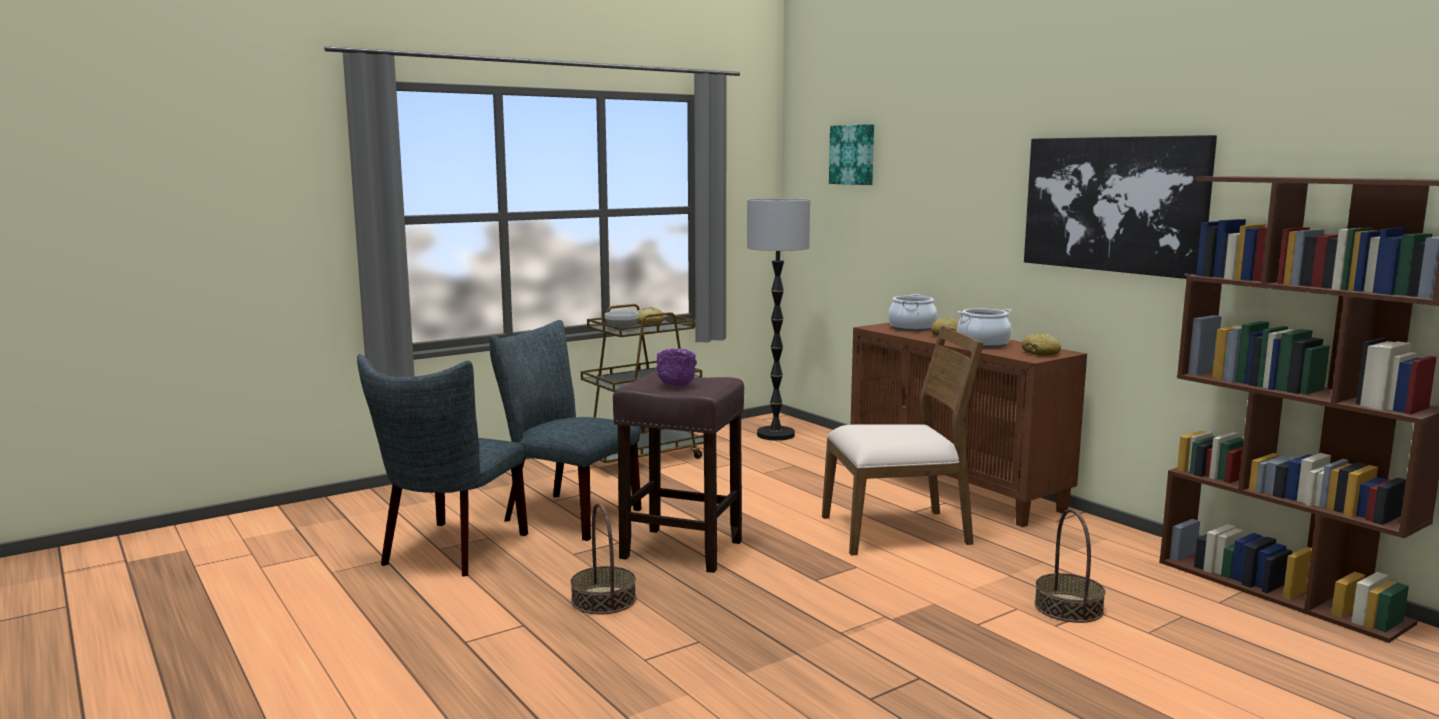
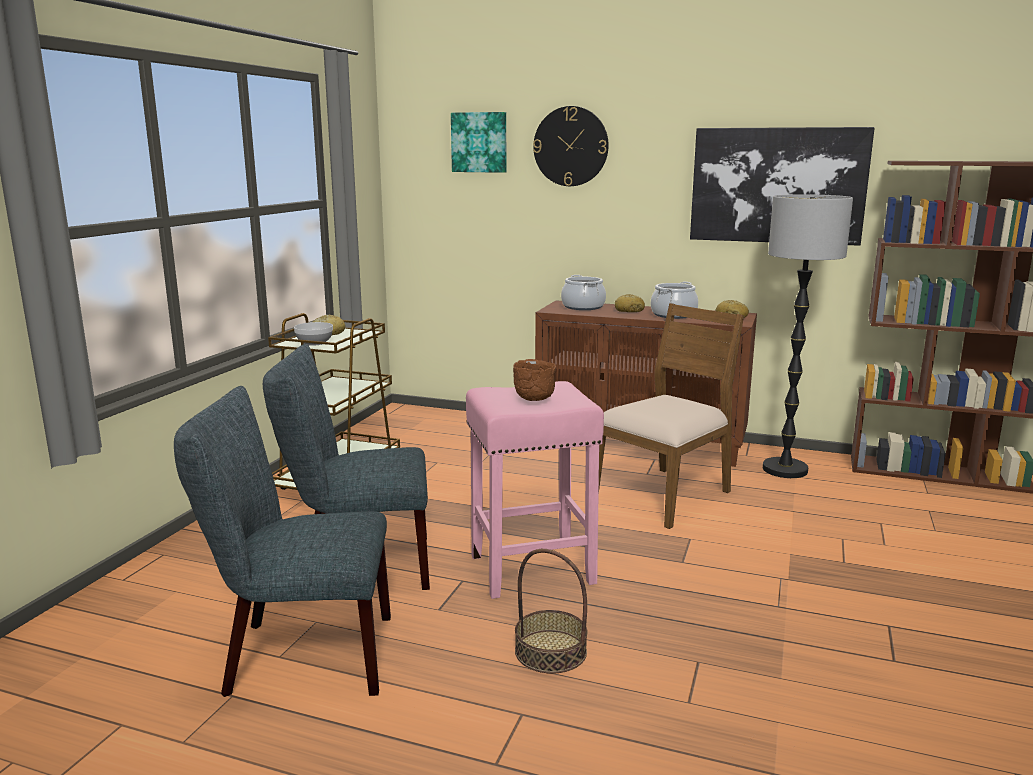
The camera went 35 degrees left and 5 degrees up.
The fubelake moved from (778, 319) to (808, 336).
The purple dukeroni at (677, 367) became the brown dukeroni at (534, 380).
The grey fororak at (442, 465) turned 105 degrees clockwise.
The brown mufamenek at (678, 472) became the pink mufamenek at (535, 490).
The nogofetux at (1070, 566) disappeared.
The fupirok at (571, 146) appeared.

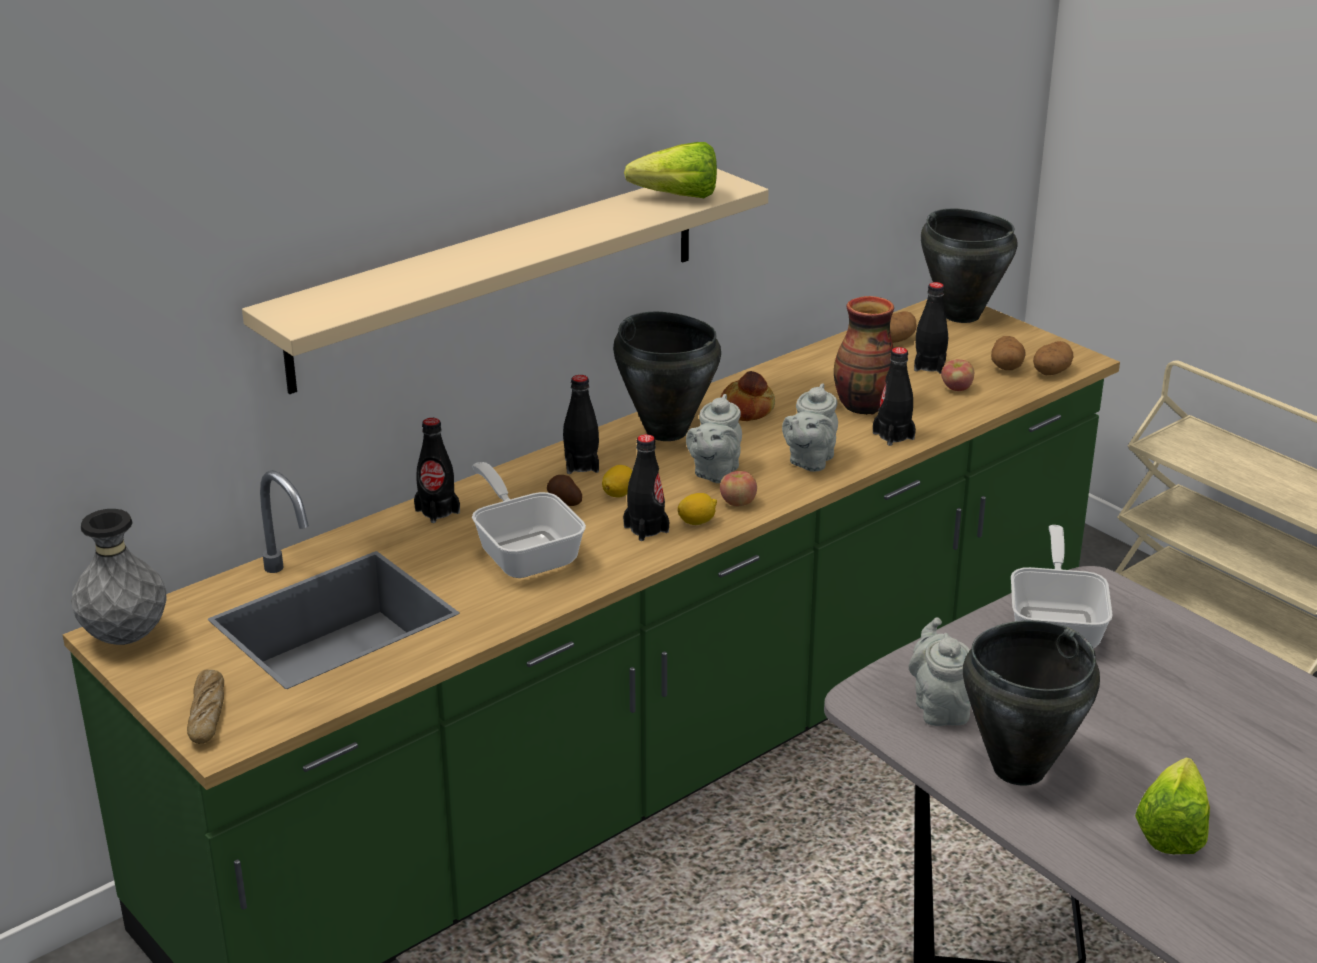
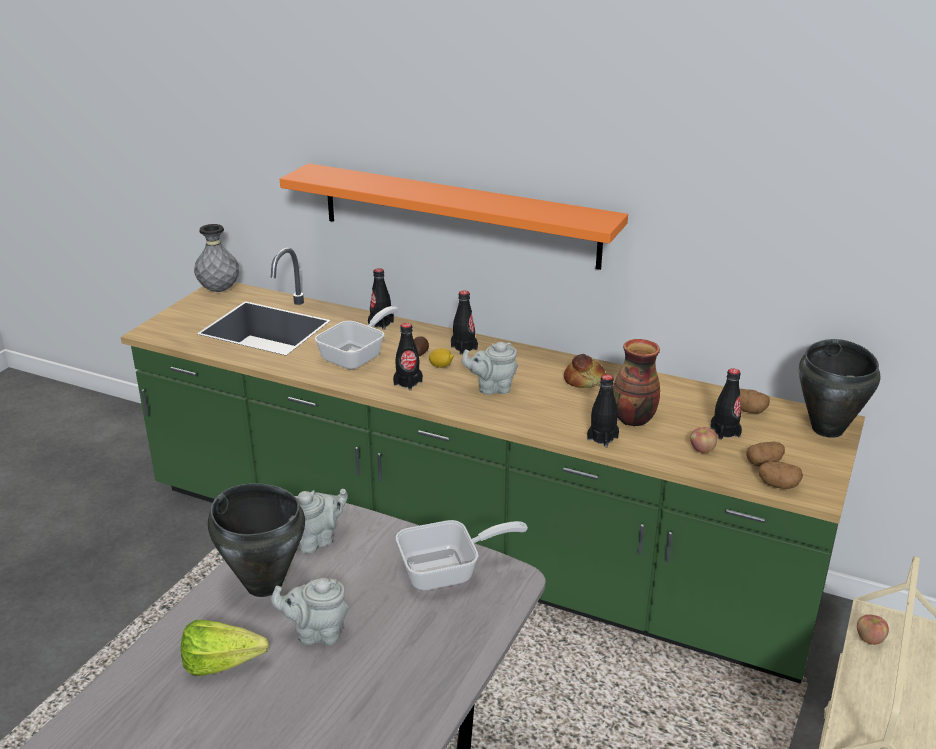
The camera went 65 degrees right and 0 degrees up.
The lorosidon at (670, 170) disappeared.
The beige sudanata at (505, 281) became the orange sudanata at (454, 216).
The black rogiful at (667, 376) disappeared.
The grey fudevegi moved from (810, 427) to (310, 611).
The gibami moved from (738, 488) to (873, 629).
The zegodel at (697, 509) disappeared.
The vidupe at (205, 706) disappeared.

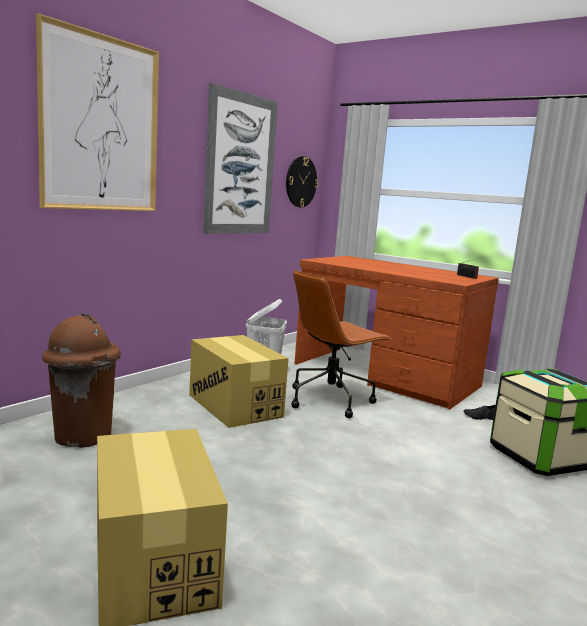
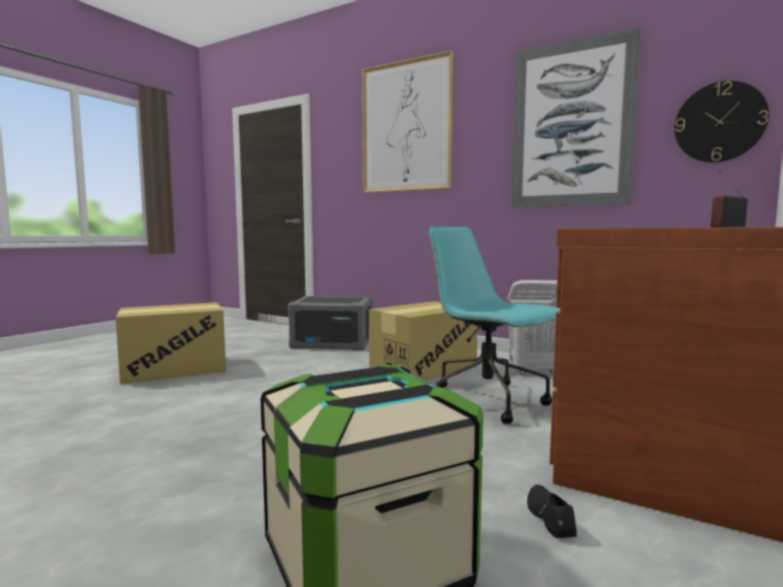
The camera went 85 degrees right and 5 degrees down.
The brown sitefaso at (341, 344) became the turquoise sitefaso at (494, 325).
The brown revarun at (81, 381) was replaced by the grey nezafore at (330, 323).

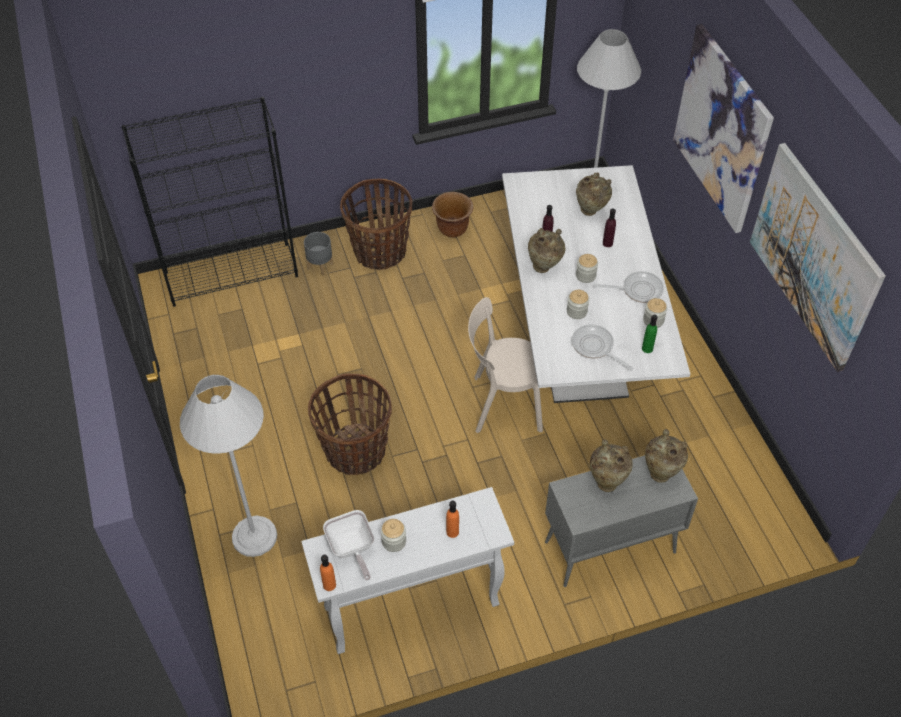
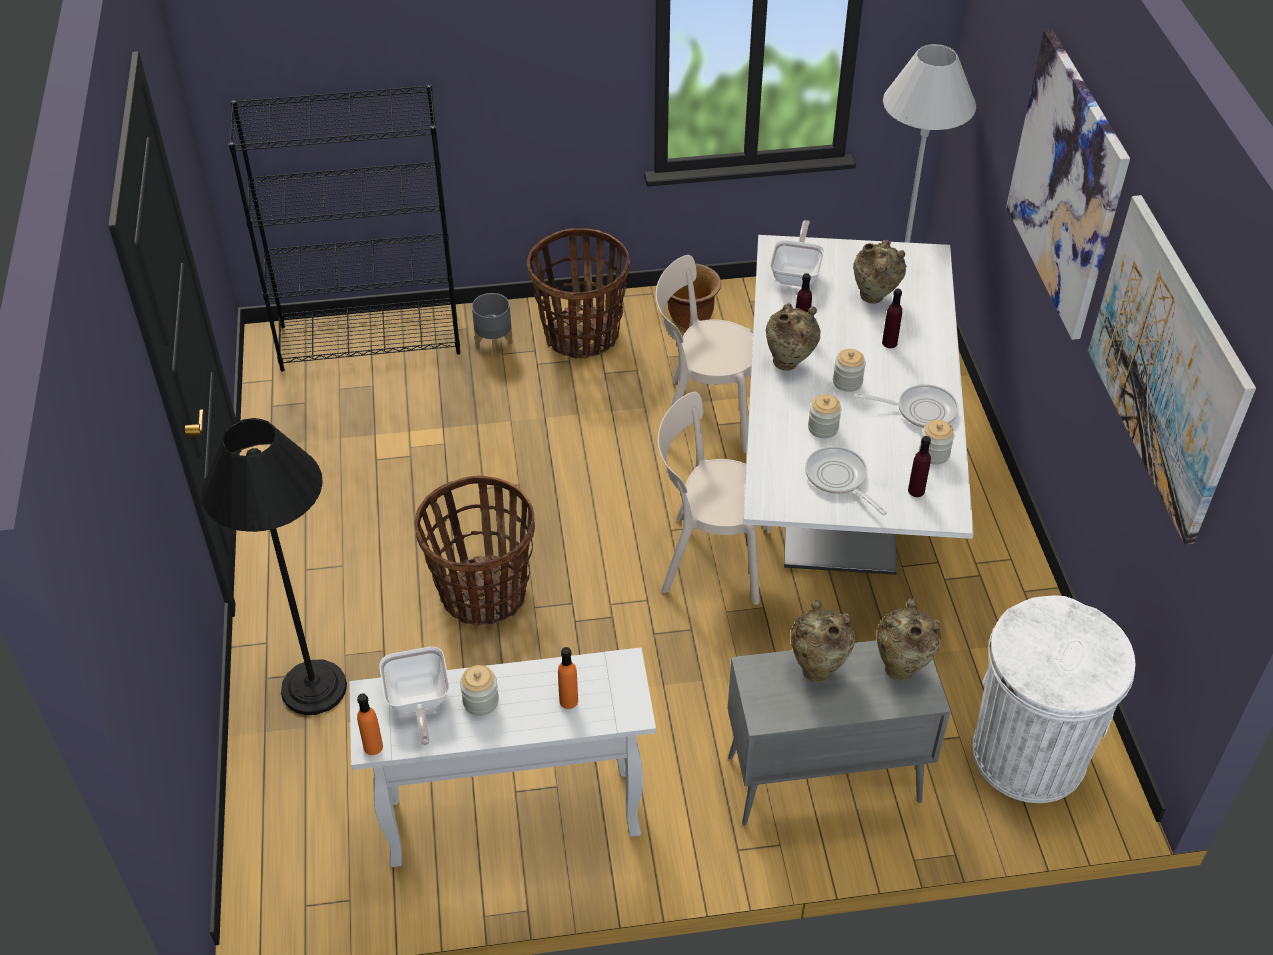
The camera went 10 degrees right and 5 degrees down.
The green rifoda at (650, 333) became the purple rifoda at (919, 466).
The white fubelake at (228, 466) became the black fubelake at (274, 566).
The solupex at (797, 253) appeared.
The beige fororak at (704, 354) appeared.
The white revarun at (1054, 699) appeared.

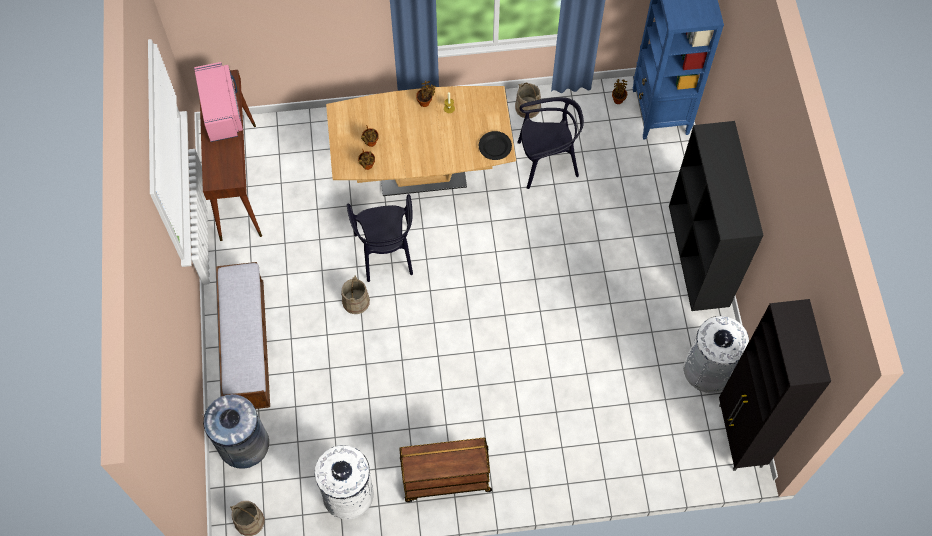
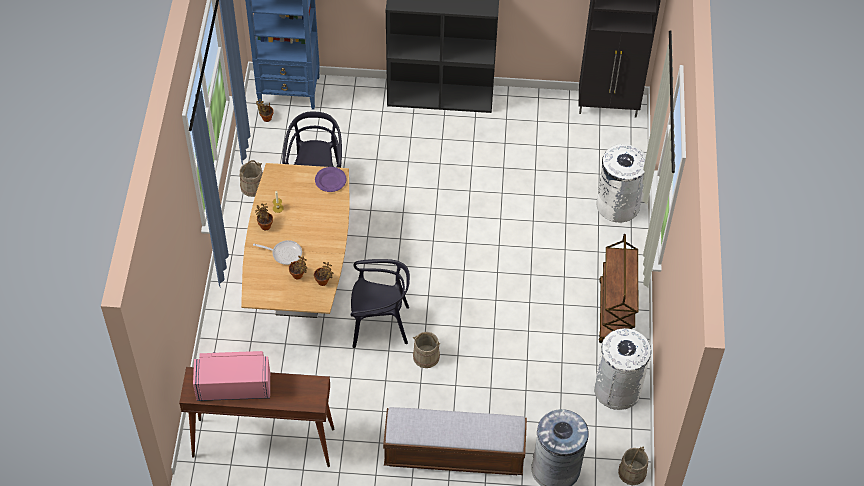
The camera went 80 degrees left and 10 degrees down.
The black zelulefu at (495, 145) became the purple zelulefu at (331, 179).
The white revarun moved from (716, 354) to (621, 183).
The solupex at (277, 252) appeared.

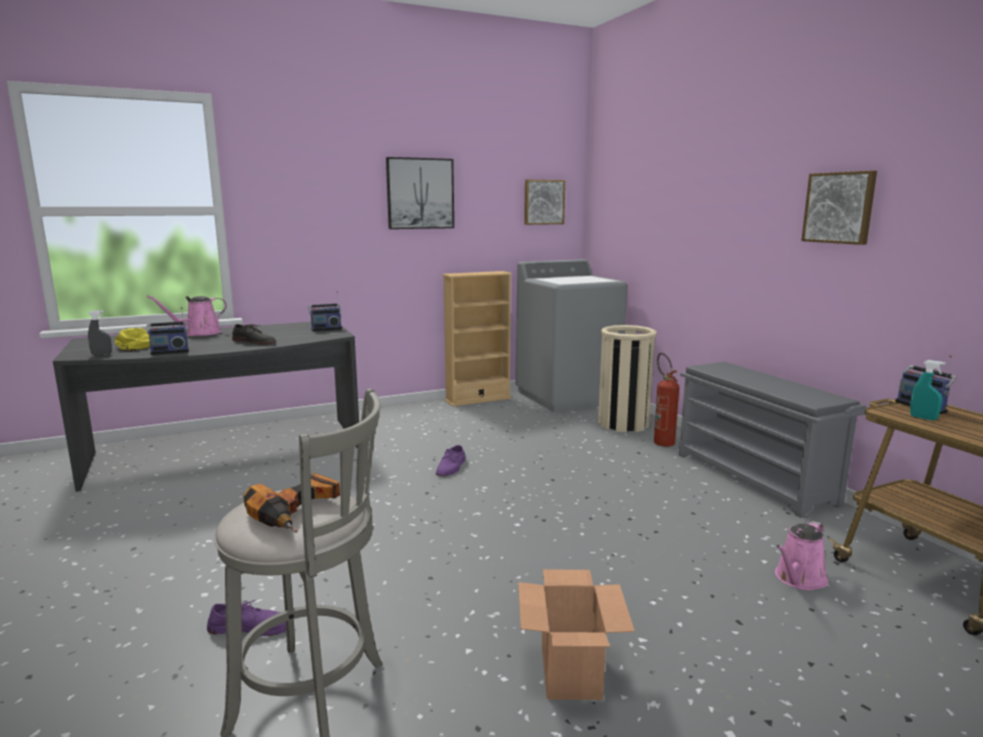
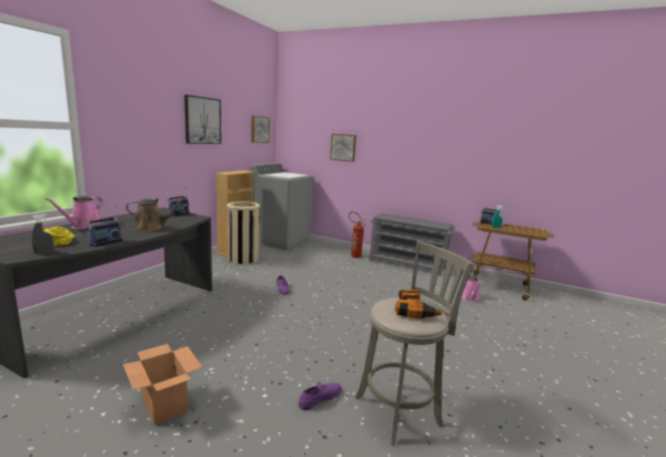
The camera went 40 degrees left and 0 degrees up.
The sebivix moved from (839, 208) to (343, 148).
The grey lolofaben at (254, 334) was replaced by the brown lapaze at (156, 213).
The beige revarun moved from (627, 379) to (243, 233).
The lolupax moved from (576, 635) to (162, 384).

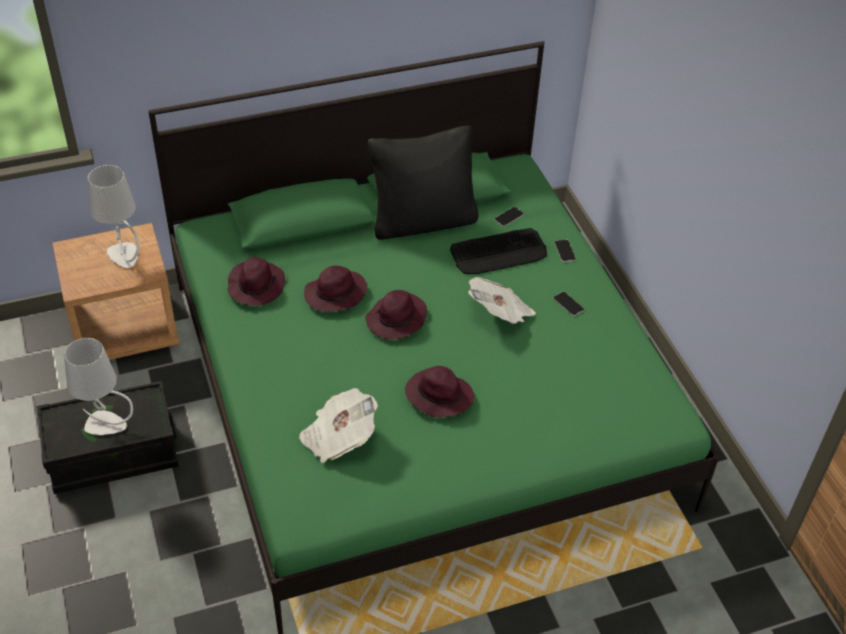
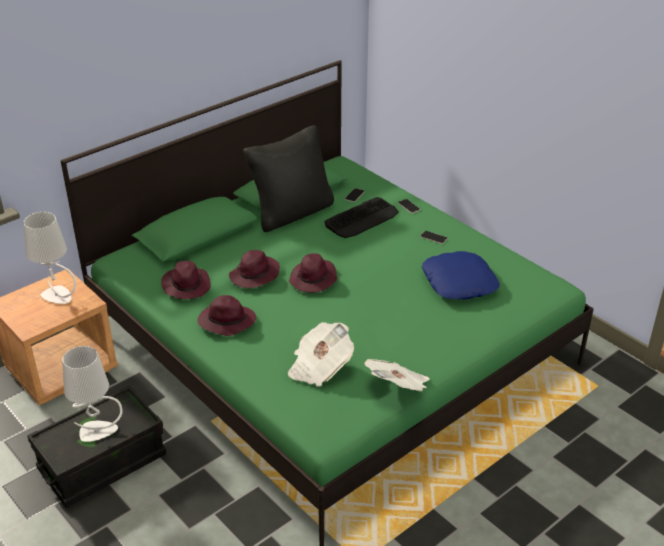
The camera went 20 degrees left and 10 degrees down.
The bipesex moved from (502, 300) to (397, 375).
The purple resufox moved from (439, 392) to (226, 315).
The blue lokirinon at (461, 275) appeared.

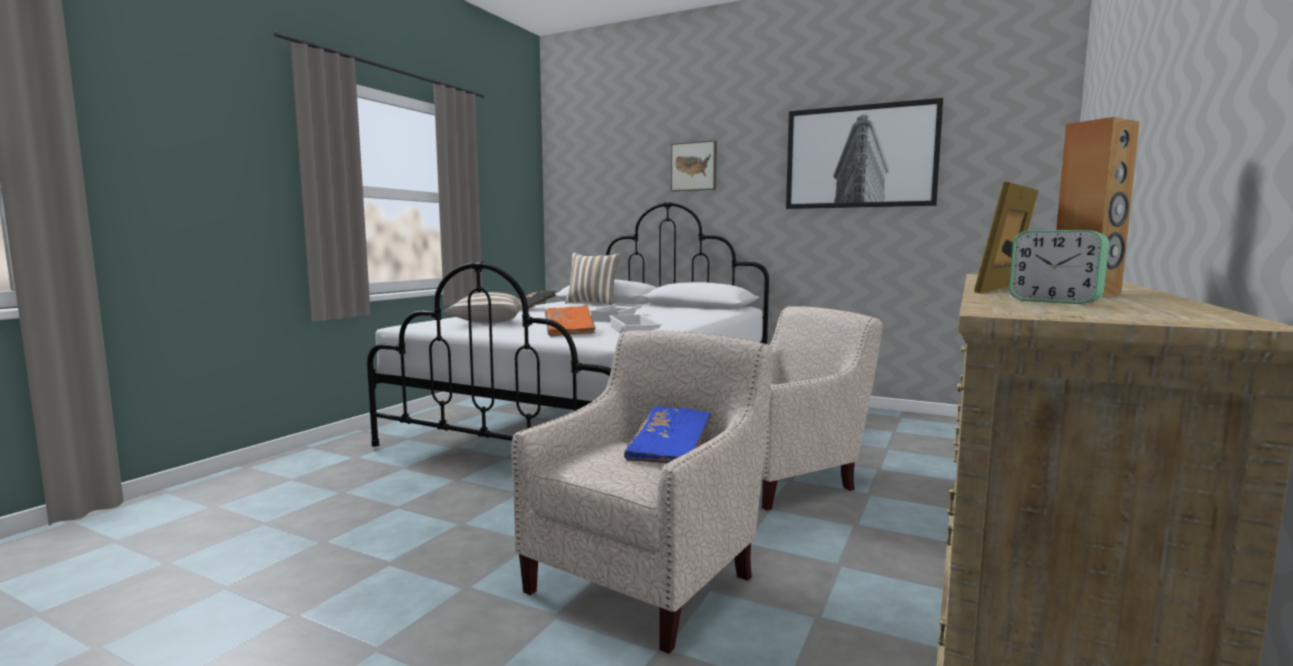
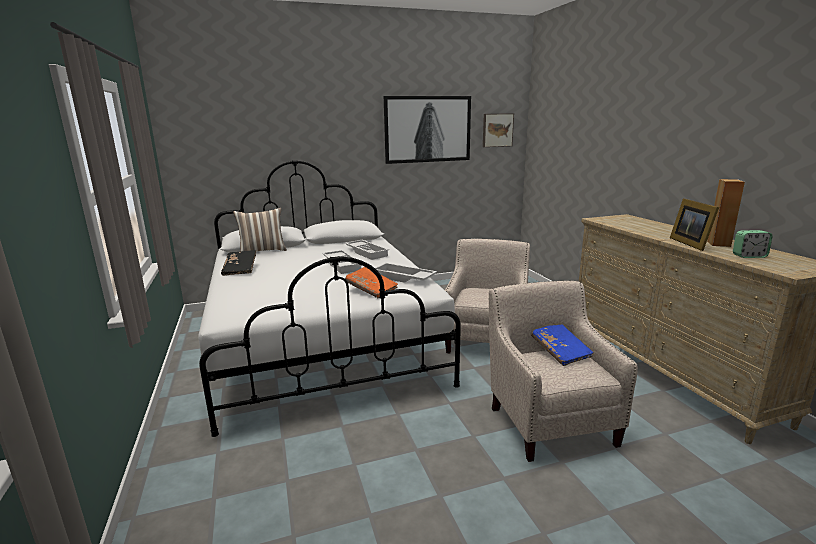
The camera went 45 degrees left and 10 degrees up.
The sebivix moved from (694, 165) to (498, 130).
The lokirinon at (482, 307) disappeared.
The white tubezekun at (367, 250) appeared.

